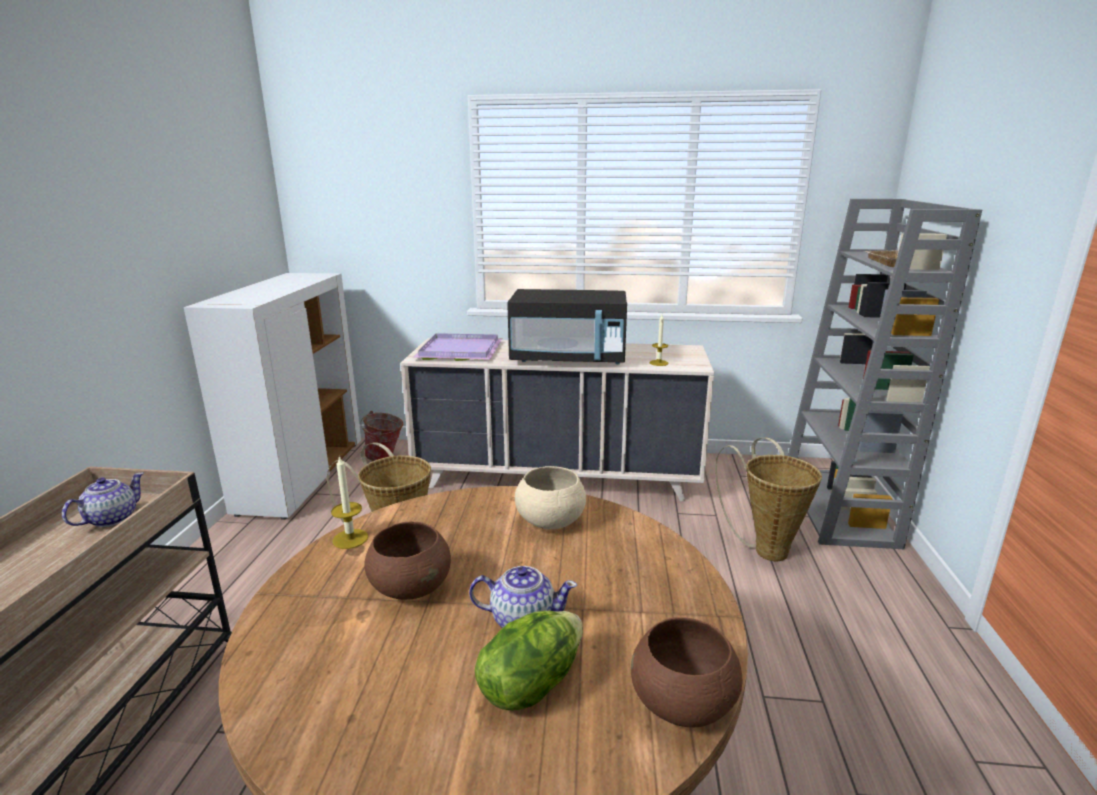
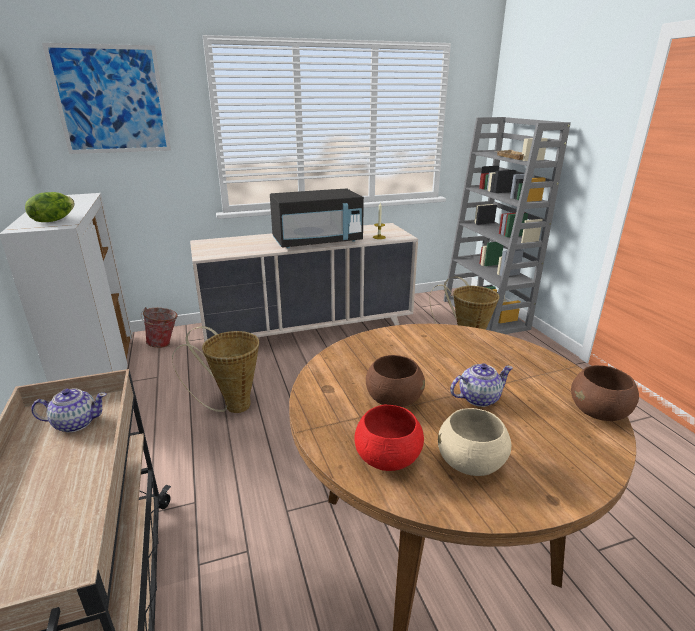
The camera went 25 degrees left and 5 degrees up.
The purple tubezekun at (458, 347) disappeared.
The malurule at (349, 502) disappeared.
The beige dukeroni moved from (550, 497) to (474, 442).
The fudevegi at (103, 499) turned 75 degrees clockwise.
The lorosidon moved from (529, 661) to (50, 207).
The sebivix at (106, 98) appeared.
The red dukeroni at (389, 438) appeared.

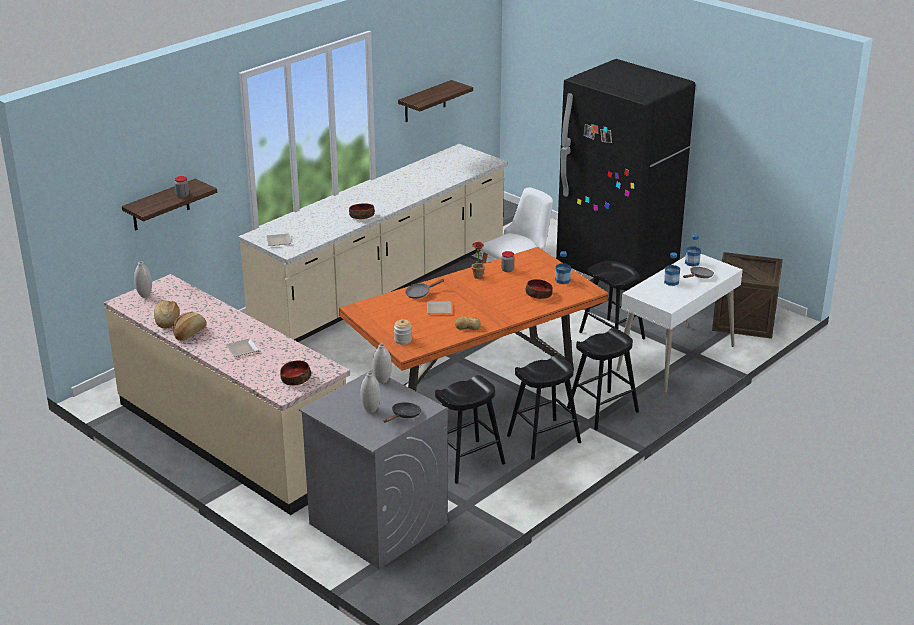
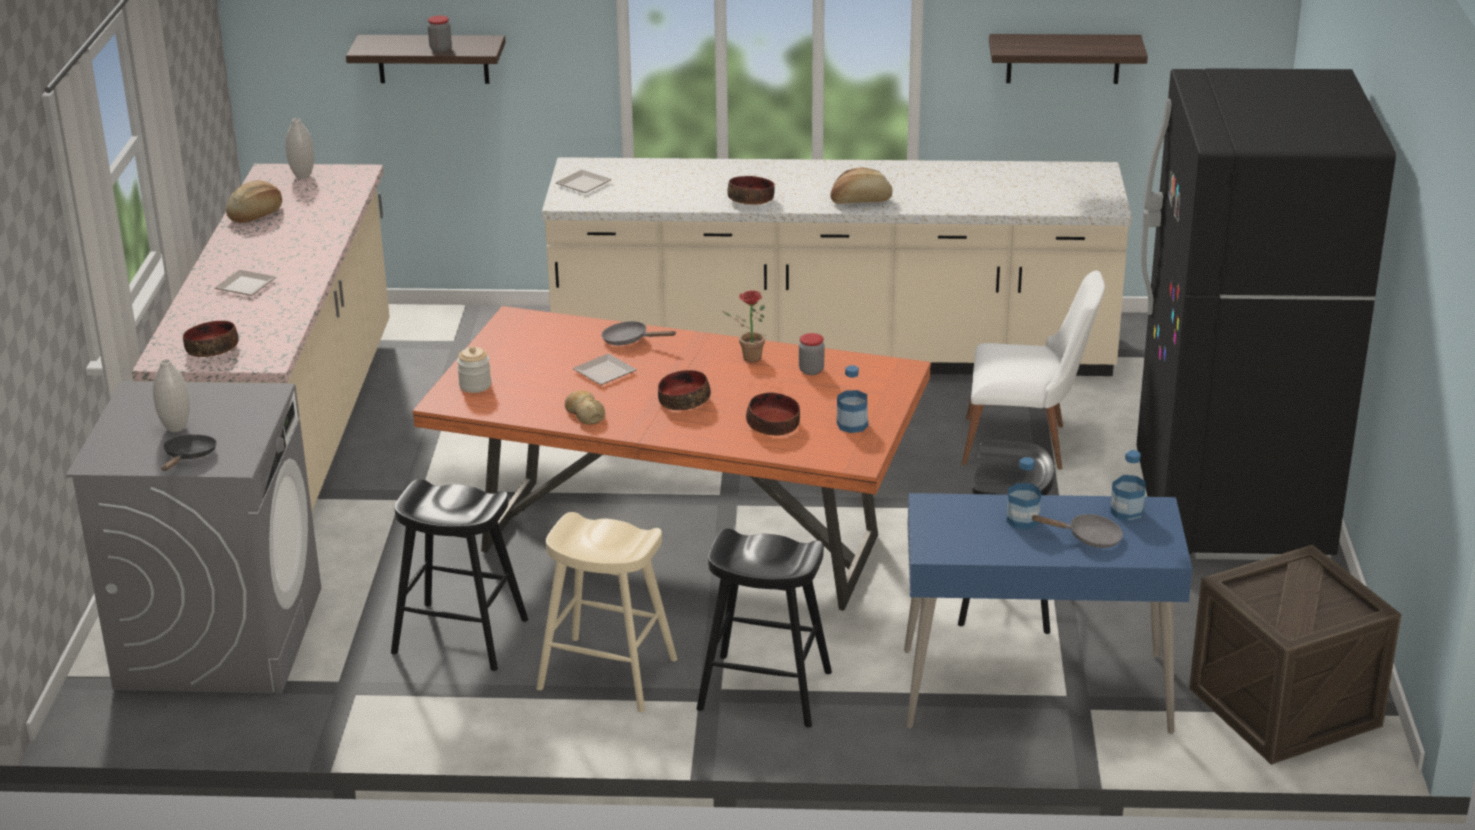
The camera went 50 degrees right and 0 degrees up.
The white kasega at (680, 323) became the blue kasega at (1048, 613).
The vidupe moved from (190, 326) to (861, 185).
The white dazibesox at (382, 363) disappeared.
The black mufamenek at (544, 407) became the beige mufamenek at (606, 612).
The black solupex at (402, 412) turned 75 degrees counterclockwise.
The dukeroni at (684, 390) appeared.

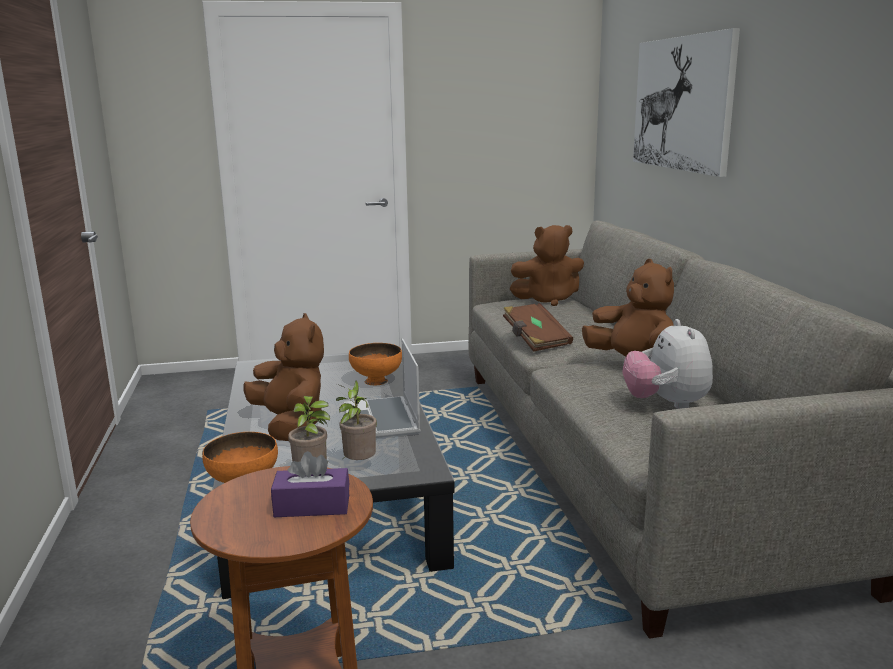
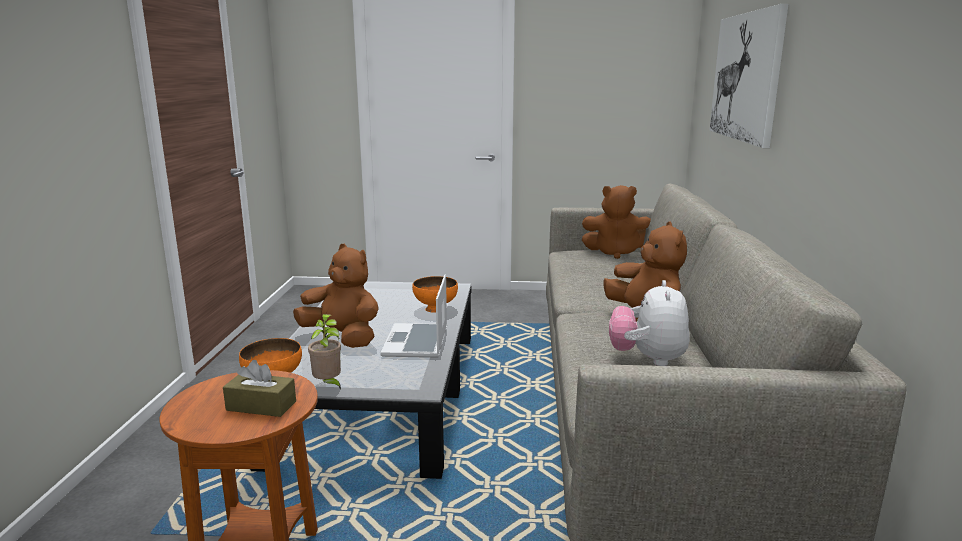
The camera went 15 degrees right and 0 degrees up.
The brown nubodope at (538, 327) disappeared.
The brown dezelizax at (284, 377) turned 45 degrees counterclockwise.
The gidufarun at (356, 420) disappeared.
The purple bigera at (310, 484) became the brown bigera at (259, 388).

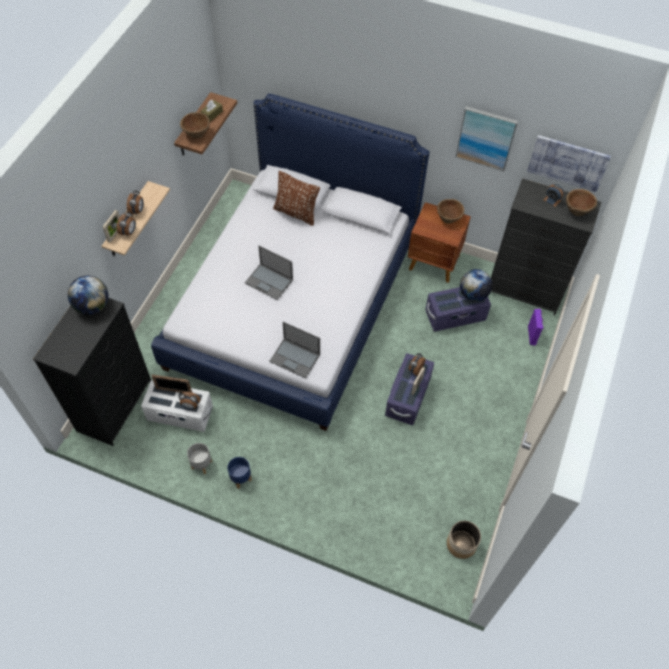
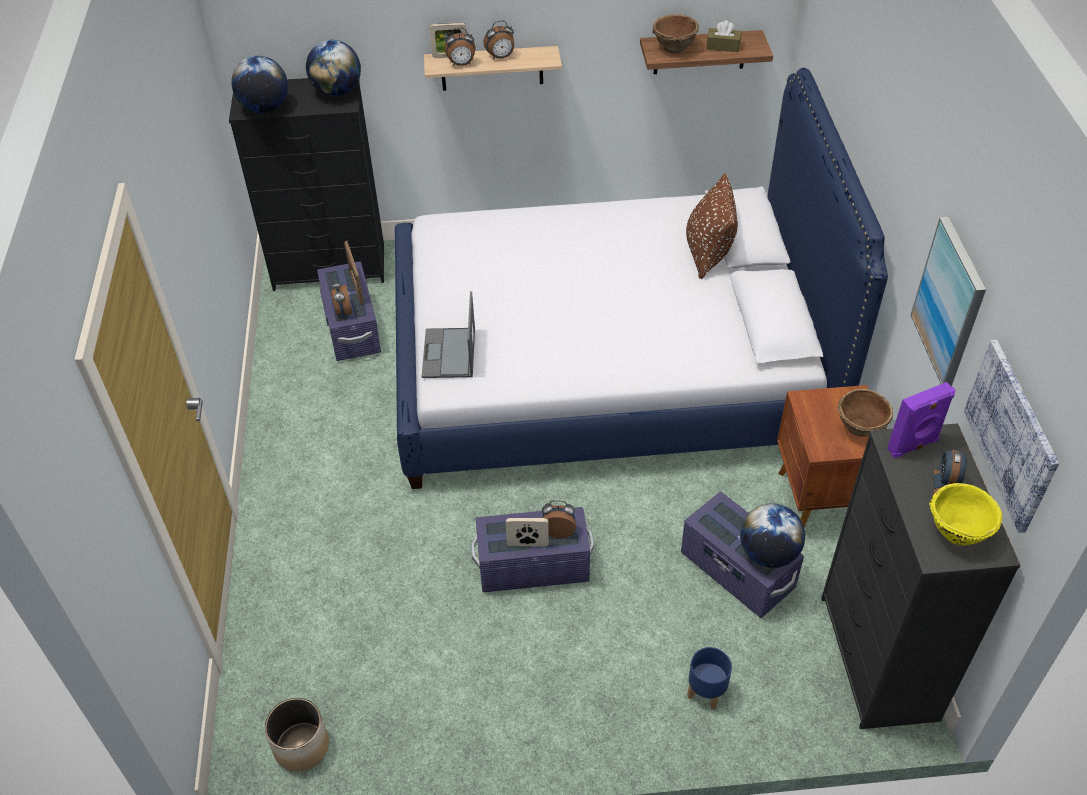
The camera went 65 degrees right and 10 degrees down.
The brown dukeroni at (581, 202) became the yellow dukeroni at (965, 514).
The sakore at (269, 272) disappeared.
The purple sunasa moved from (535, 327) to (921, 420).
The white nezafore at (177, 406) became the purple nezafore at (349, 311).
The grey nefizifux at (199, 458) disappeared.
The blue nefizifux moved from (239, 473) to (709, 678).
The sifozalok at (259, 84) appeared.

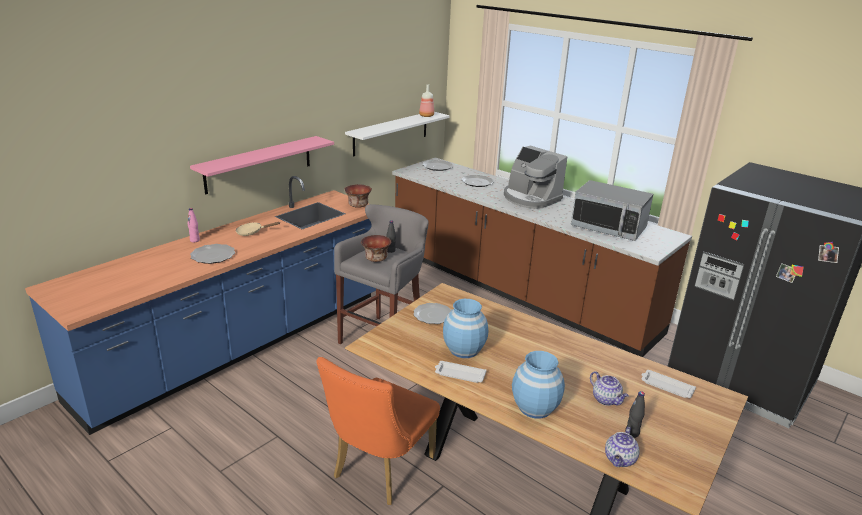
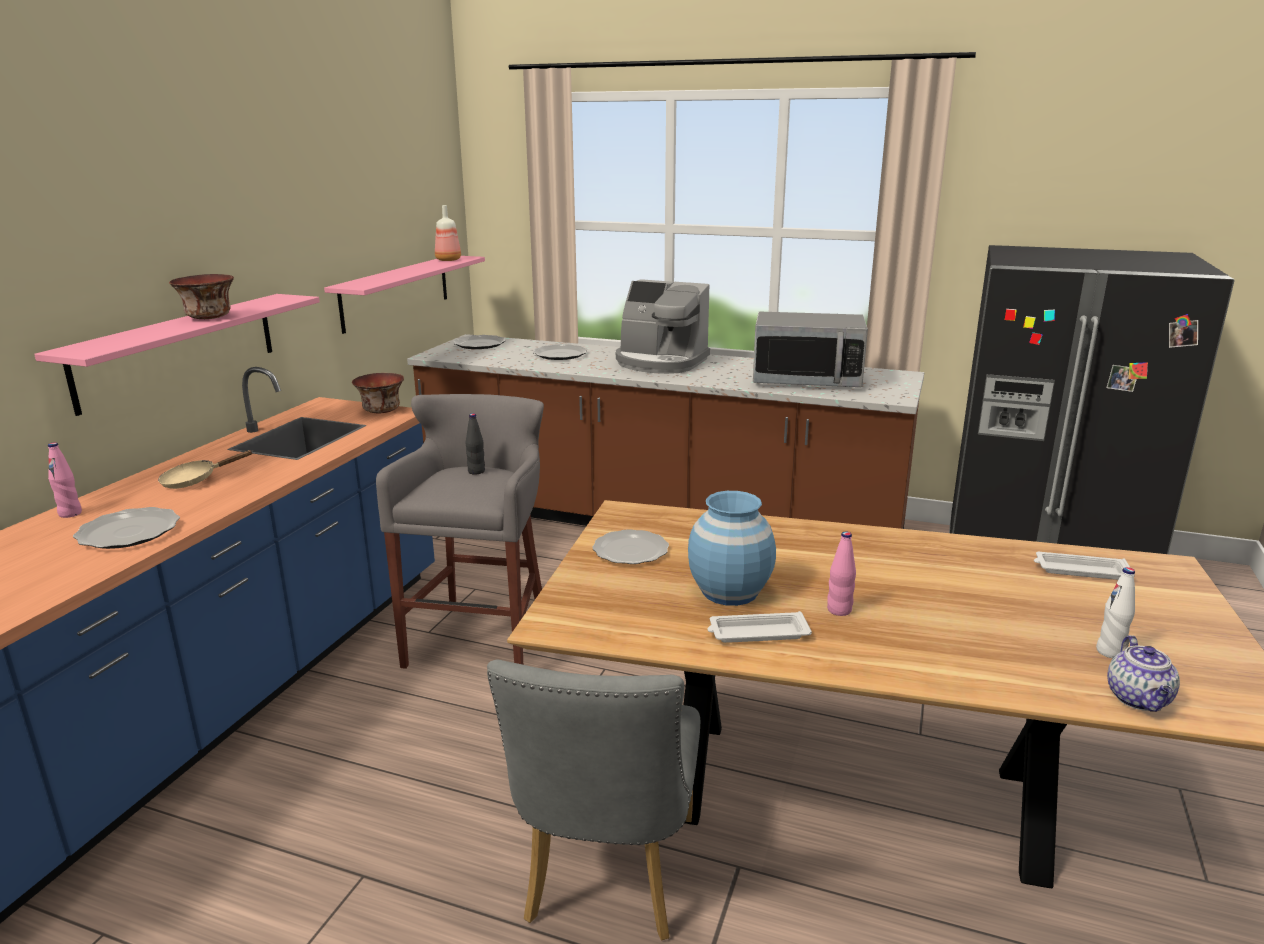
The camera went 20 degrees left and 5 degrees down.
The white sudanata at (397, 134) became the pink sudanata at (404, 295).
The dukeroni moved from (376, 248) to (201, 296).
The blue dazibesox at (538, 385) disappeared.
The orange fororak at (378, 431) became the grey fororak at (593, 800).
The fudevegi at (609, 388) disappeared.
The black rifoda at (635, 414) became the white rifoda at (1115, 612).
The pink rifoda at (841, 574) appeared.

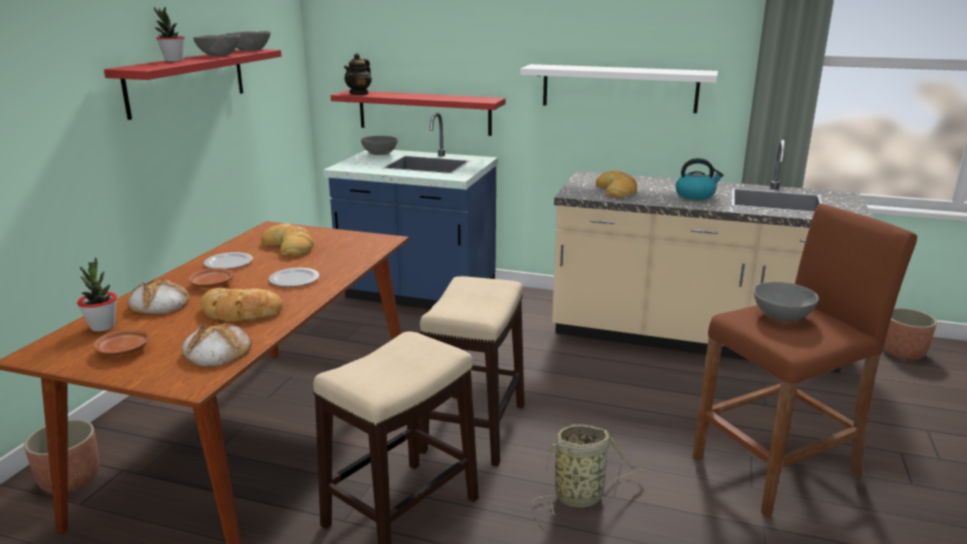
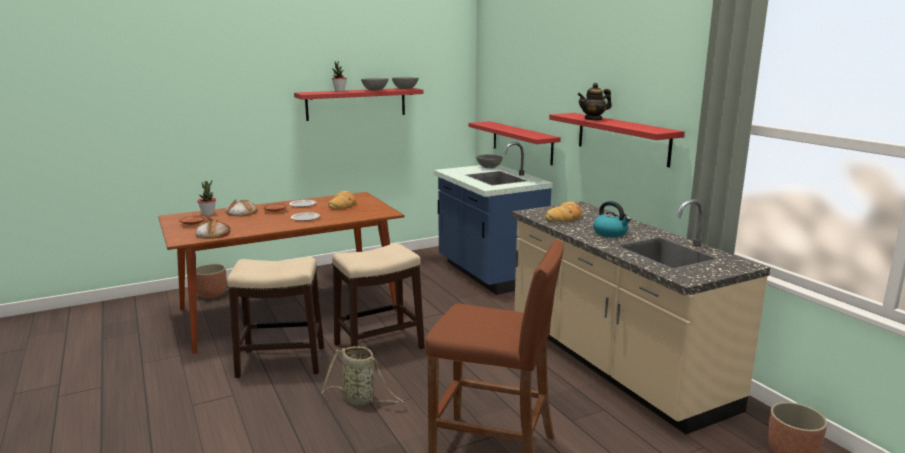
The camera went 45 degrees right and 5 degrees down.
The fudevegi moved from (358, 74) to (594, 101).
The white sudanata at (619, 88) became the red sudanata at (617, 140).
The grey dukeroni at (786, 301) disappeared.
The vidupe at (241, 305) disappeared.

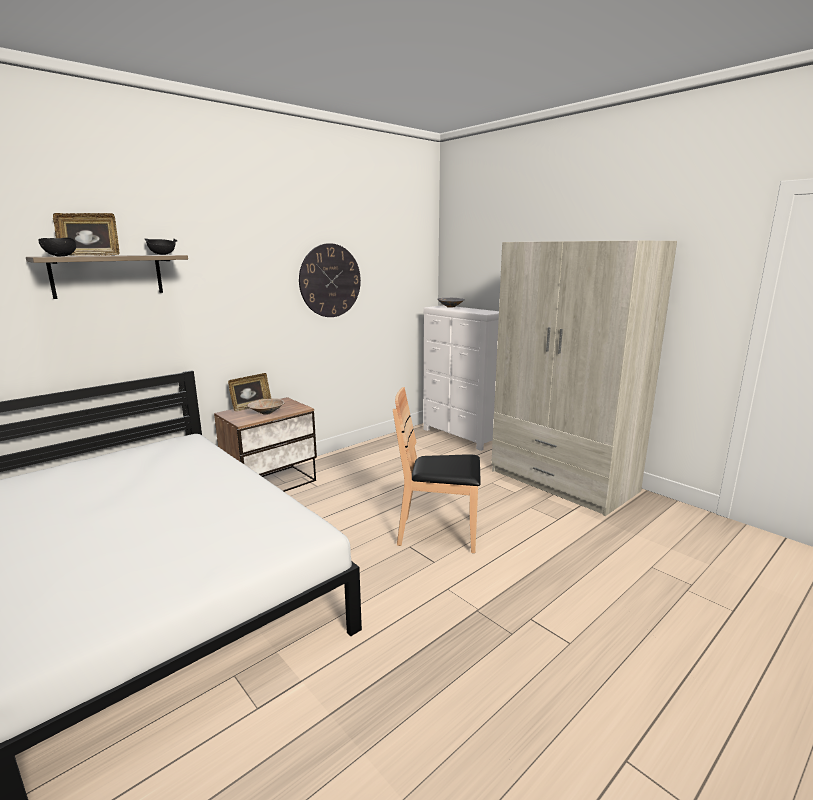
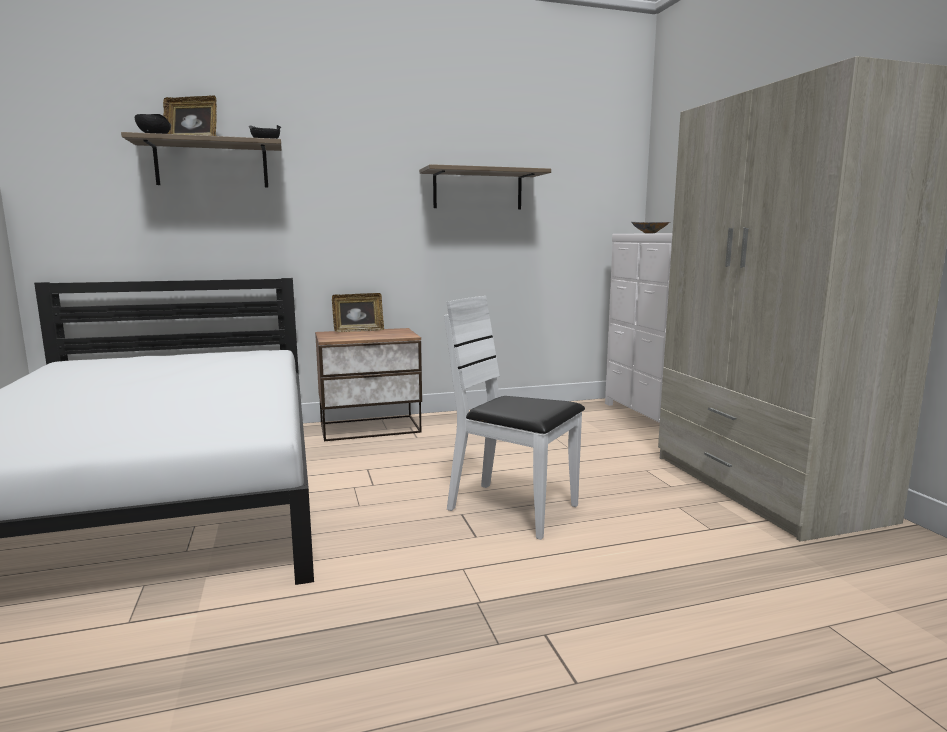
The camera went 25 degrees right and 5 degrees down.
The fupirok at (330, 280) was replaced by the sudanata at (485, 186).
The brown fororak at (437, 470) became the white fororak at (514, 418).
The beige dukeroni at (266, 406) disappeared.

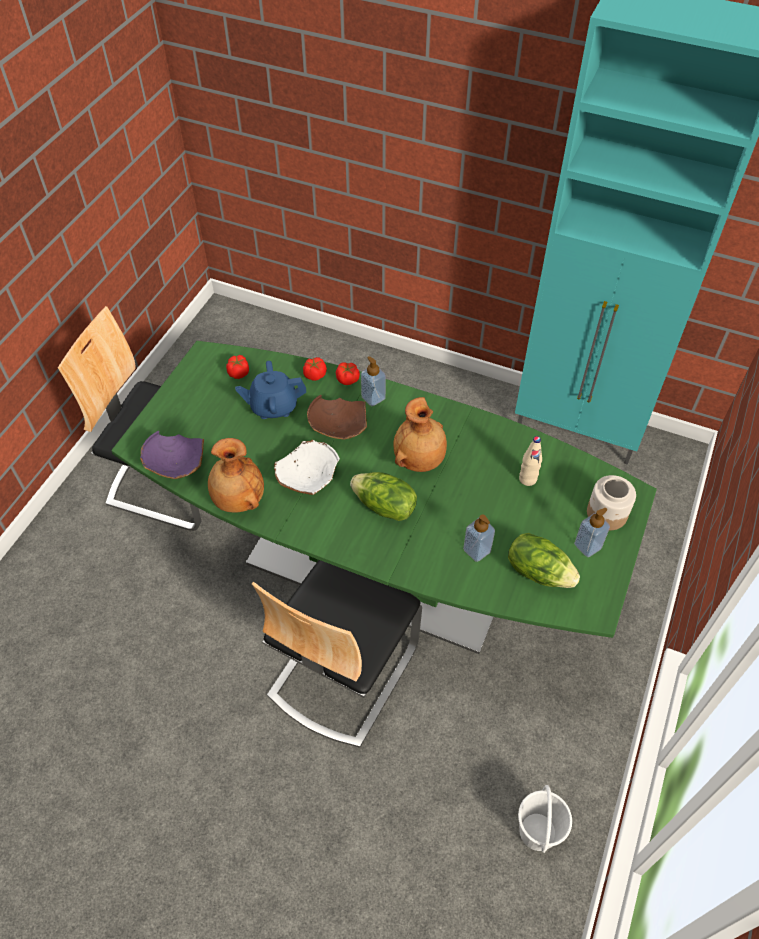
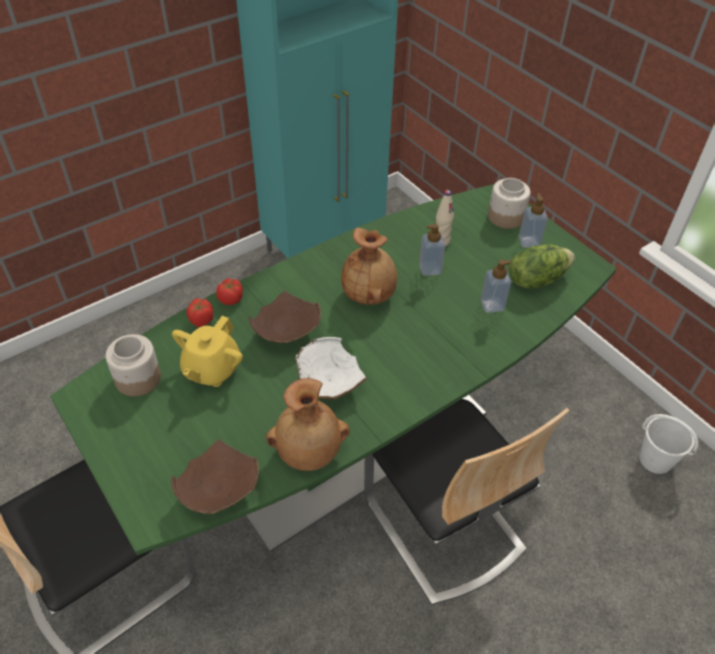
The camera went 60 degrees left and 5 degrees down.
The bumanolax at (237, 367) was replaced by the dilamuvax at (133, 365).
The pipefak moved from (373, 381) to (432, 250).
The blue fudevegi at (270, 390) became the yellow fudevegi at (207, 351).
The purple dukeroni at (172, 455) became the brown dukeroni at (215, 476).
The lorosidon at (383, 496) disappeared.

